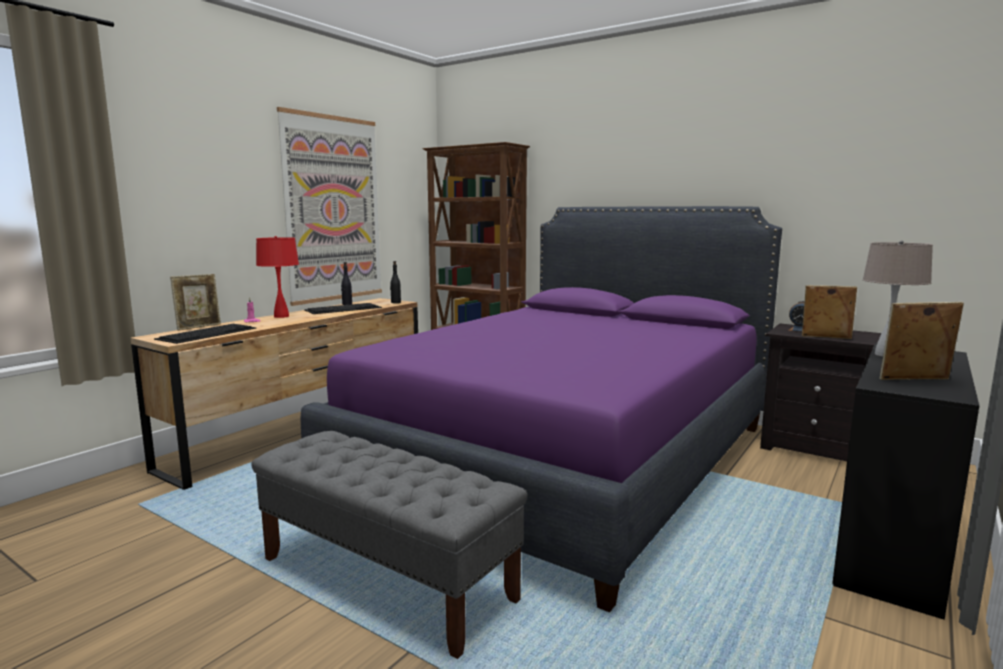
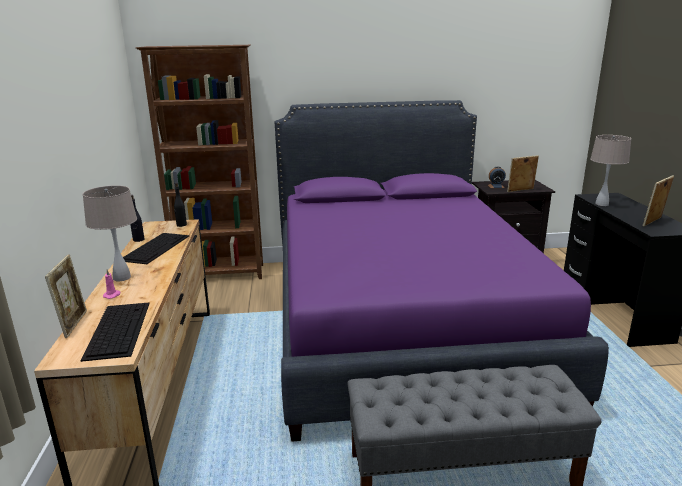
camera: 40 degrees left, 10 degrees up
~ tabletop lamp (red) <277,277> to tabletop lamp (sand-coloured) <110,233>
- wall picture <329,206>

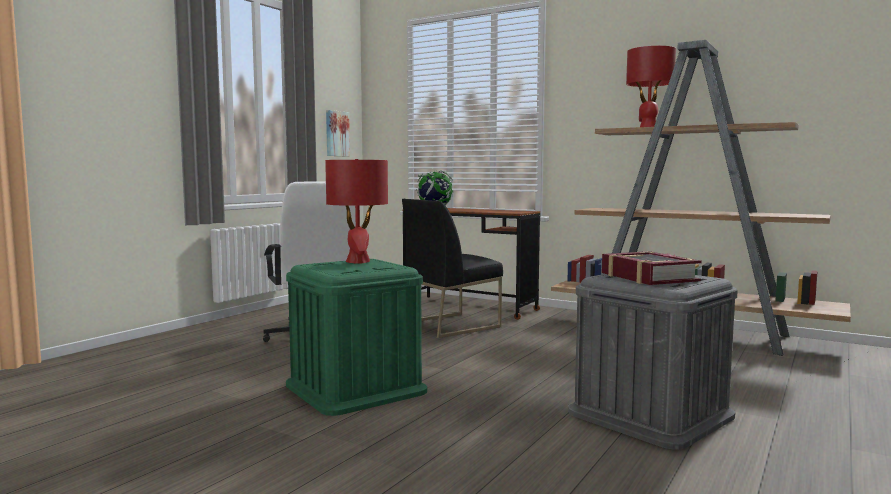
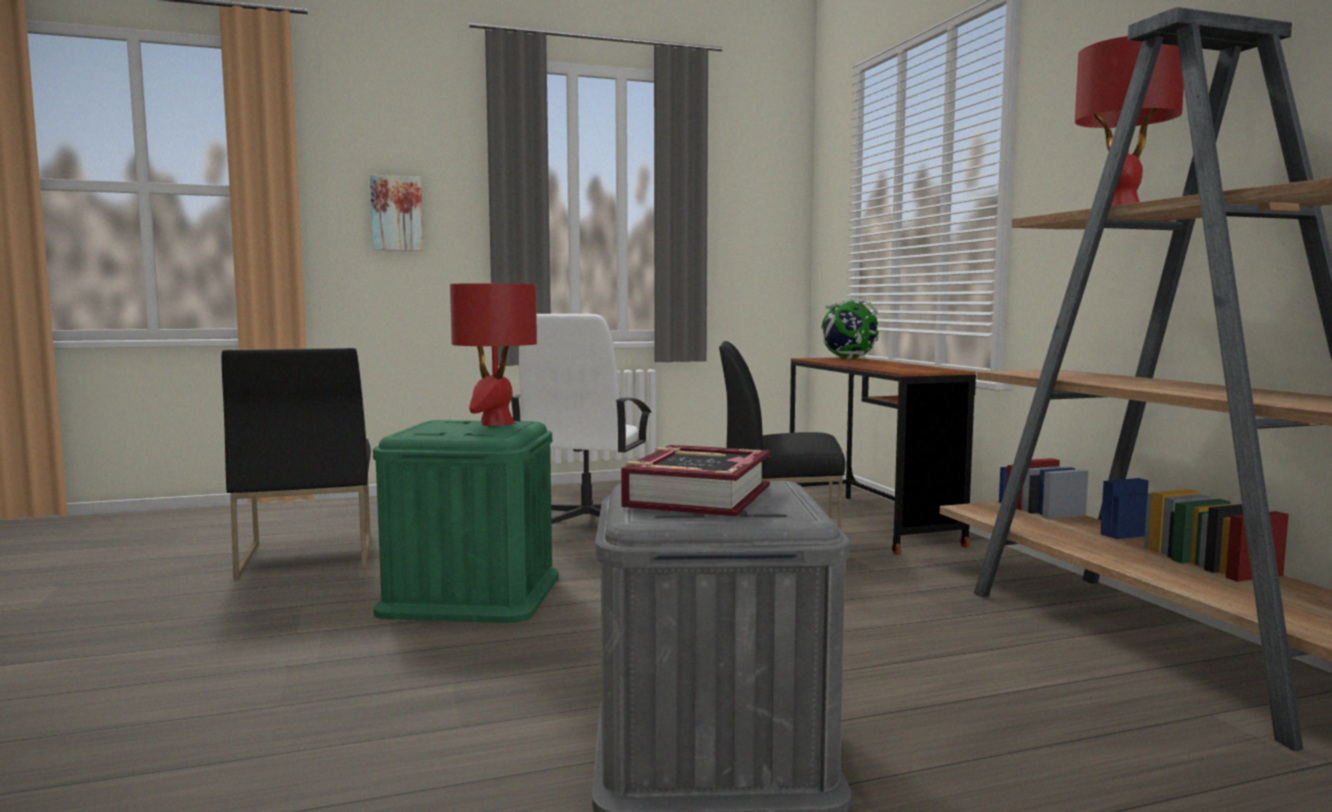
camera: 40 degrees right, 0 degrees up
+ chair (black-coloured) <296,464>
~ wall picture <338,133> to <396,213>

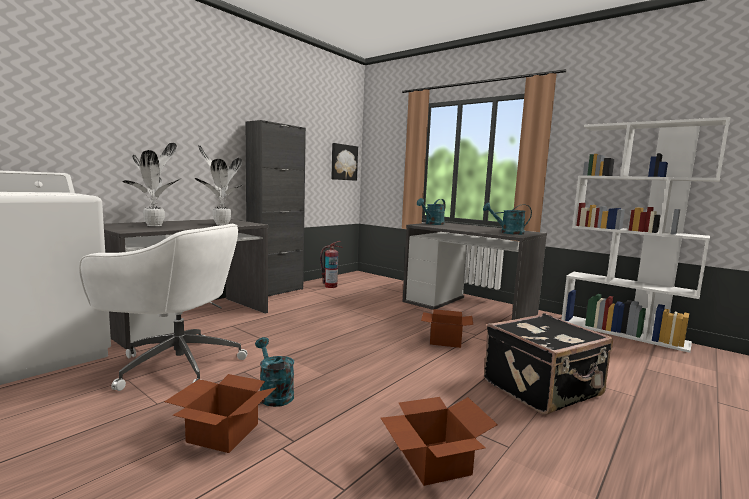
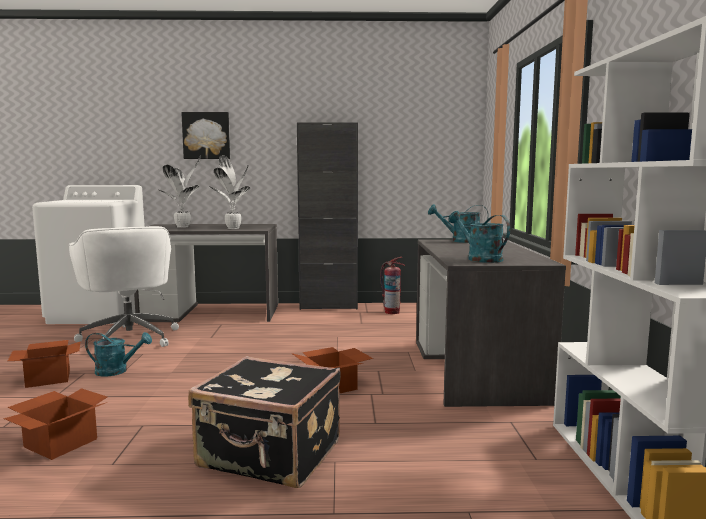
camera: 50 degrees right, 0 degrees up
~ watering pot (turquoise-coloured) <274,372> = <118,354> 75 degrees clockwise
~ wall picture <344,162> to <205,135>

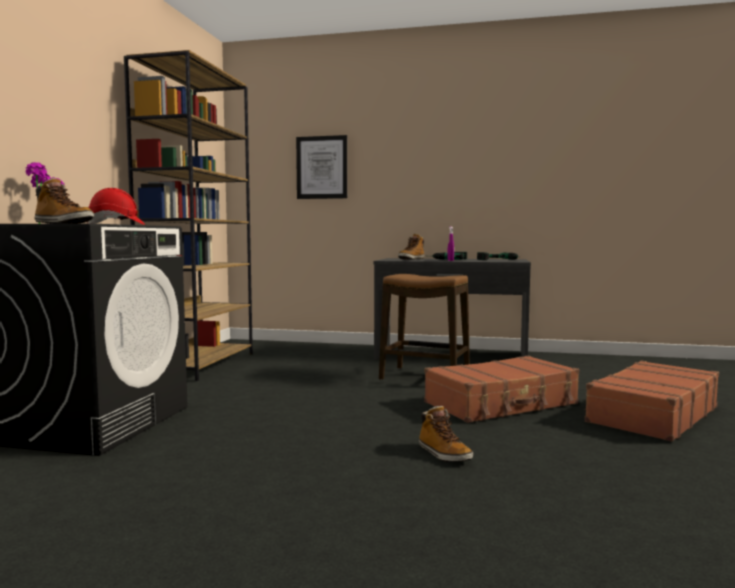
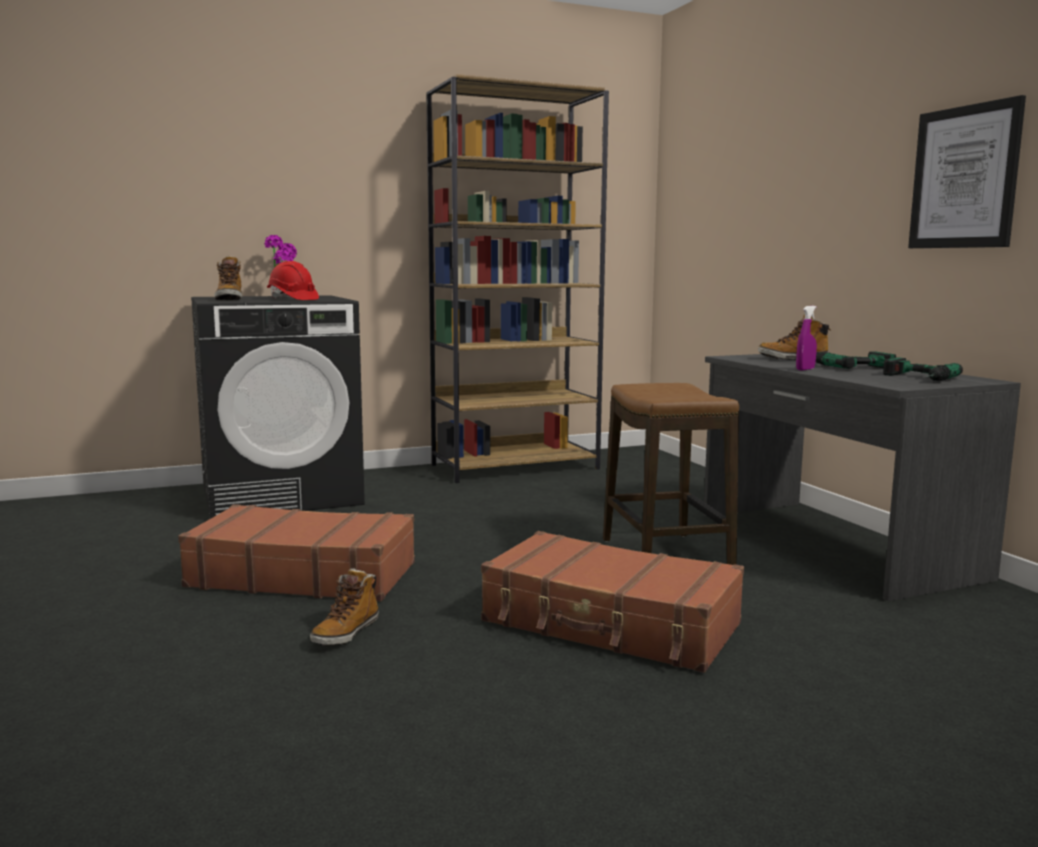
camera: 55 degrees right, 5 degrees up
~ piece of luggage (brownish) <651,401> to <296,552>
~ wall picture <321,167> to <967,171>

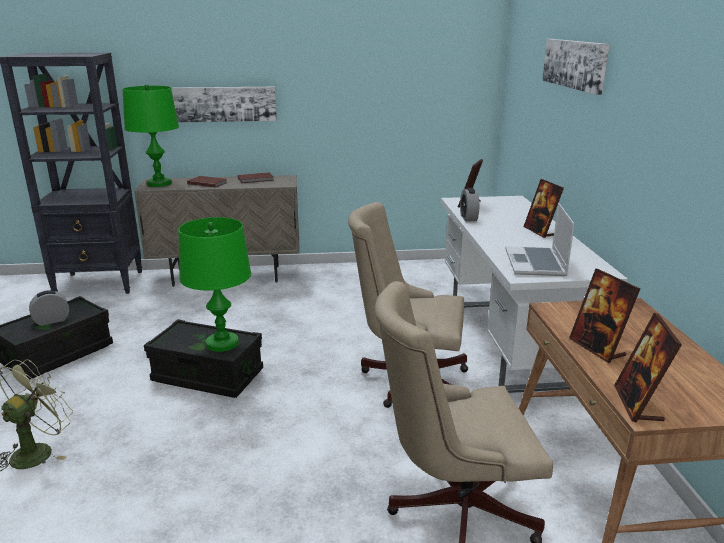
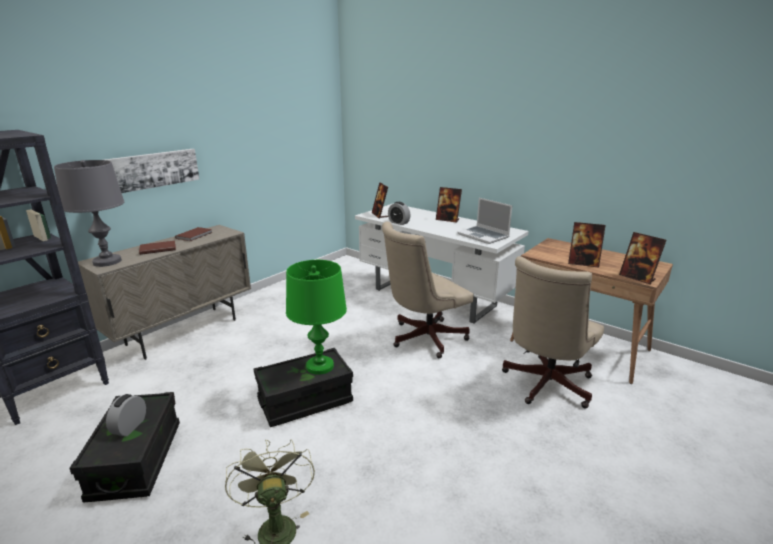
camera: 45 degrees left, 0 degrees up
~ tabletop lamp (greenish) <150,135> to tabletop lamp (greyish) <89,213>
- wall picture <576,67>

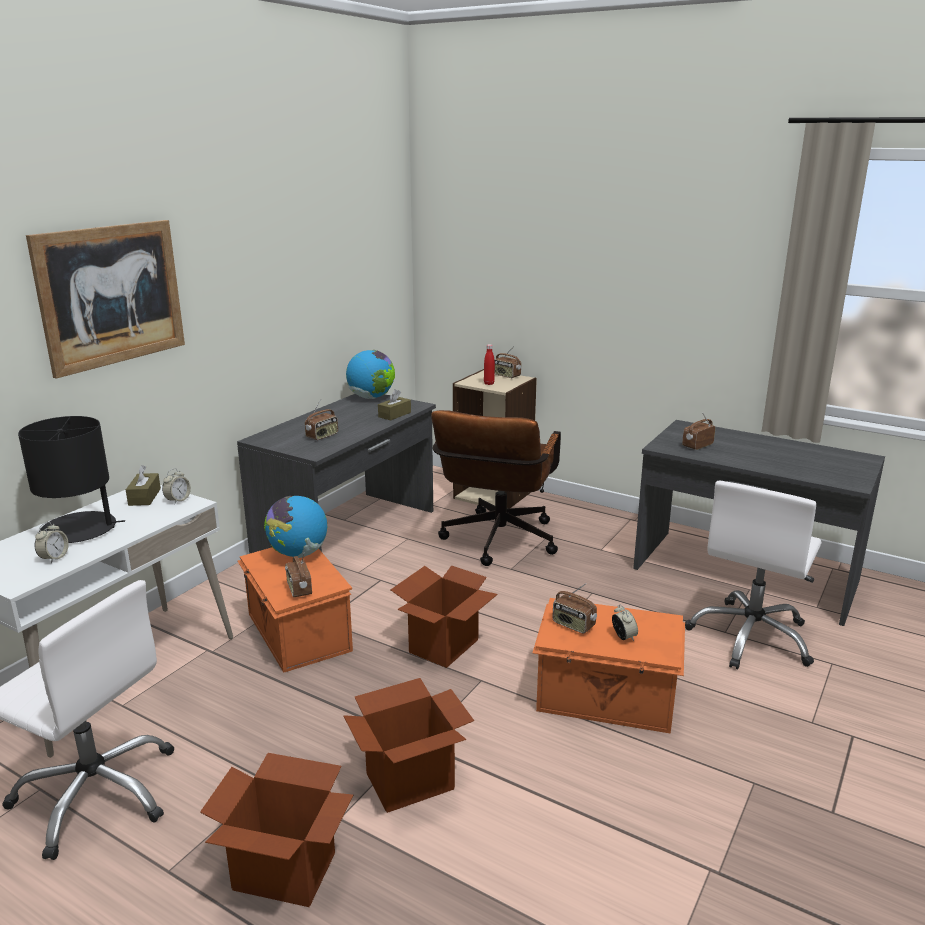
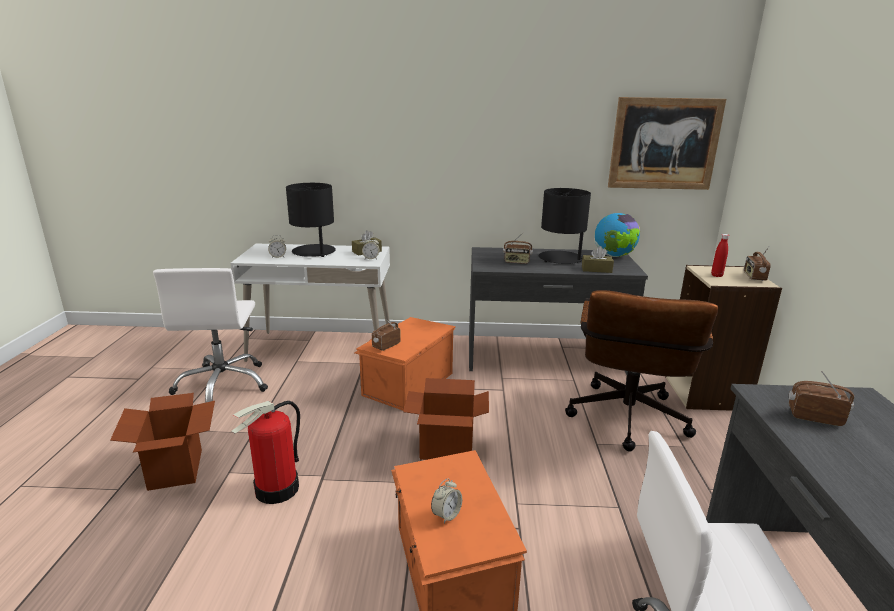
camera: 60 degrees right, 0 degrees up
~ packing box <408,745> to fire extinguisher <265,452>
+ tabletop lamp (black-coloured) <565,226>
~ office chair (brownish) <496,488> = <641,371> 60 degrees counterclockwise
~ wall picture <105,299> to <667,143>
- desk globe <295,527>
- radio set <575,608>

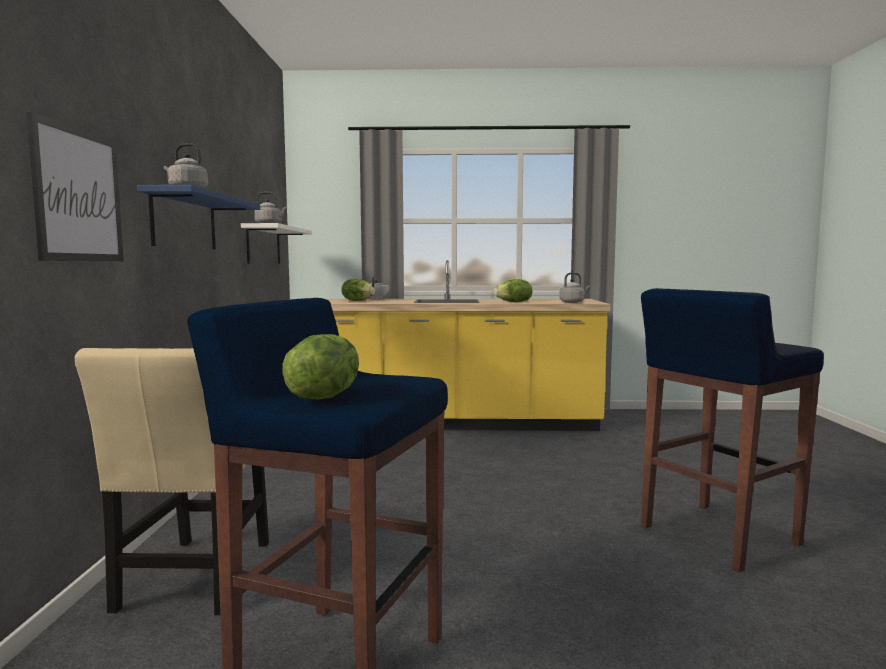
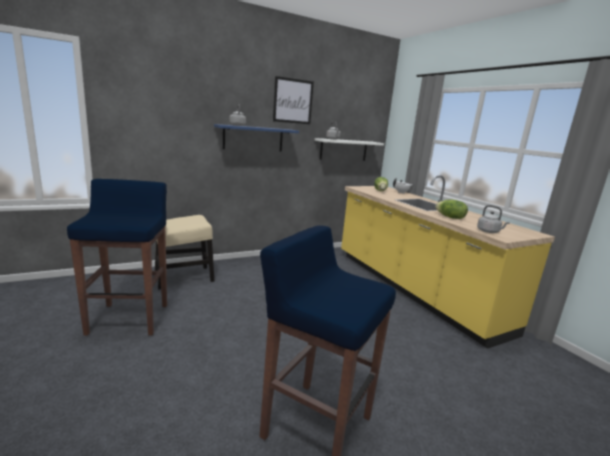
camera: 60 degrees right, 10 degrees up
~ wall picture <75,186> to <293,100>
- lettuce <321,367>

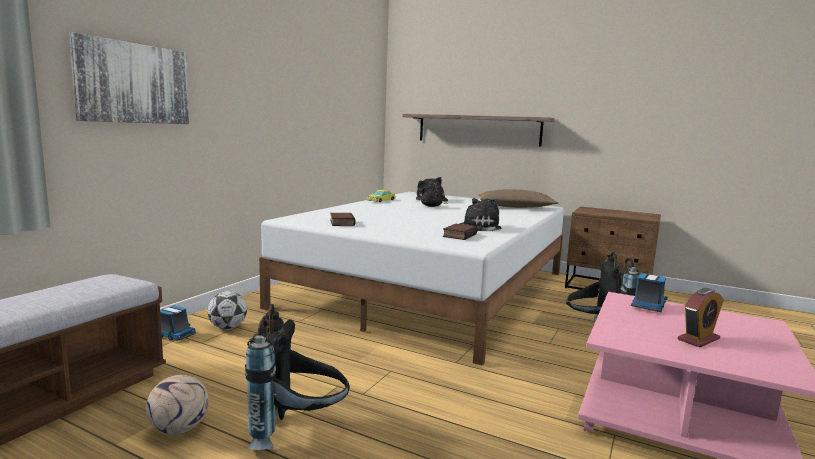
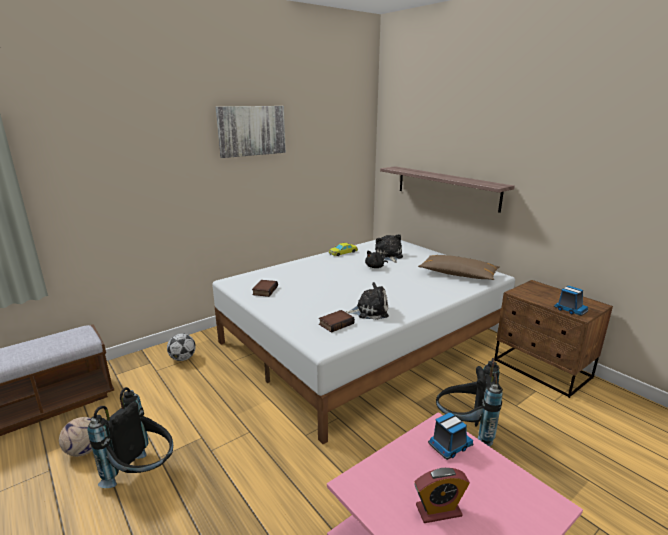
camera: 25 degrees right, 10 degrees up
~ wall picture <129,78> to <251,132>
~ toy lorry <178,323> to <571,301>

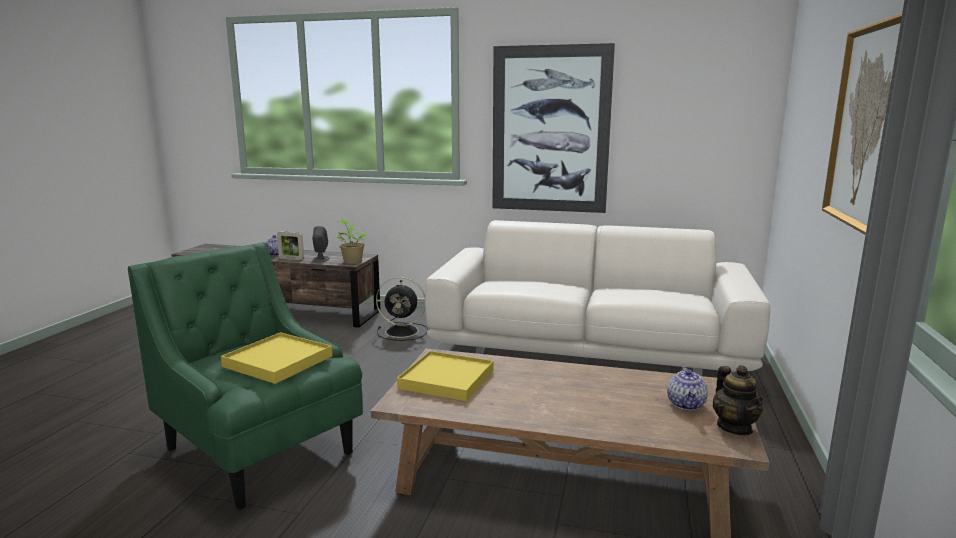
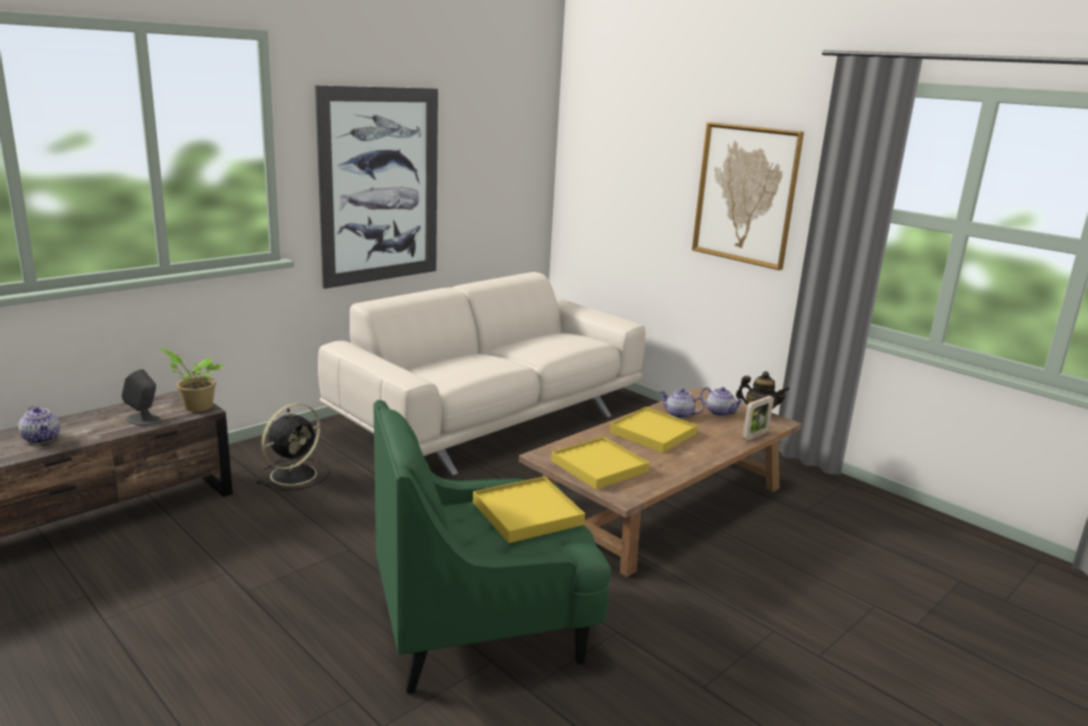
camera: 60 degrees left, 5 degrees up
+ serving tray (yellow) <654,430>
+ pot for tea <682,403>
~ photo frame <290,245> to <758,418>

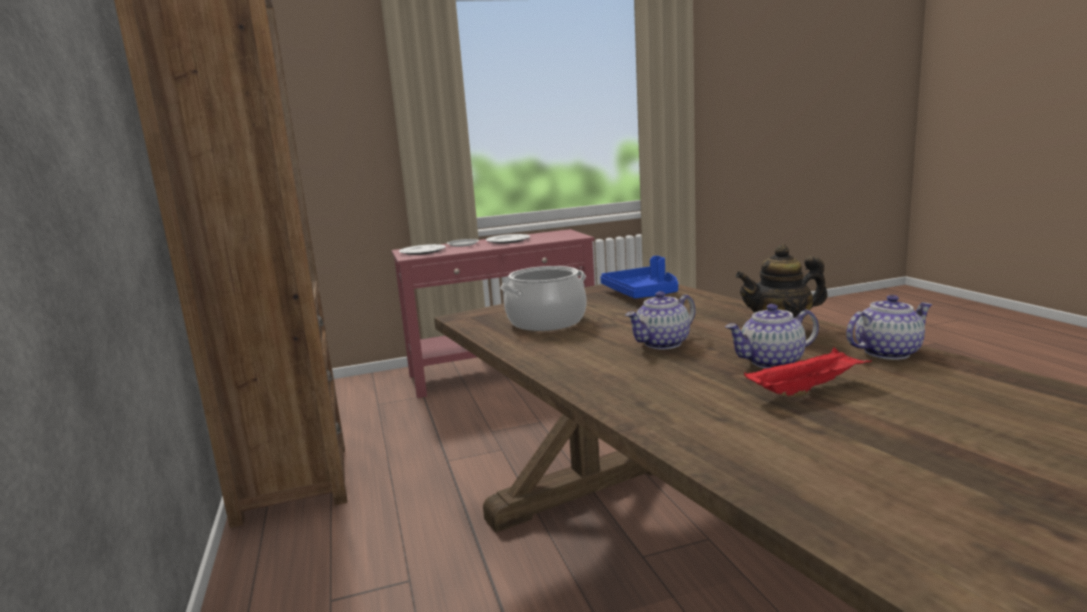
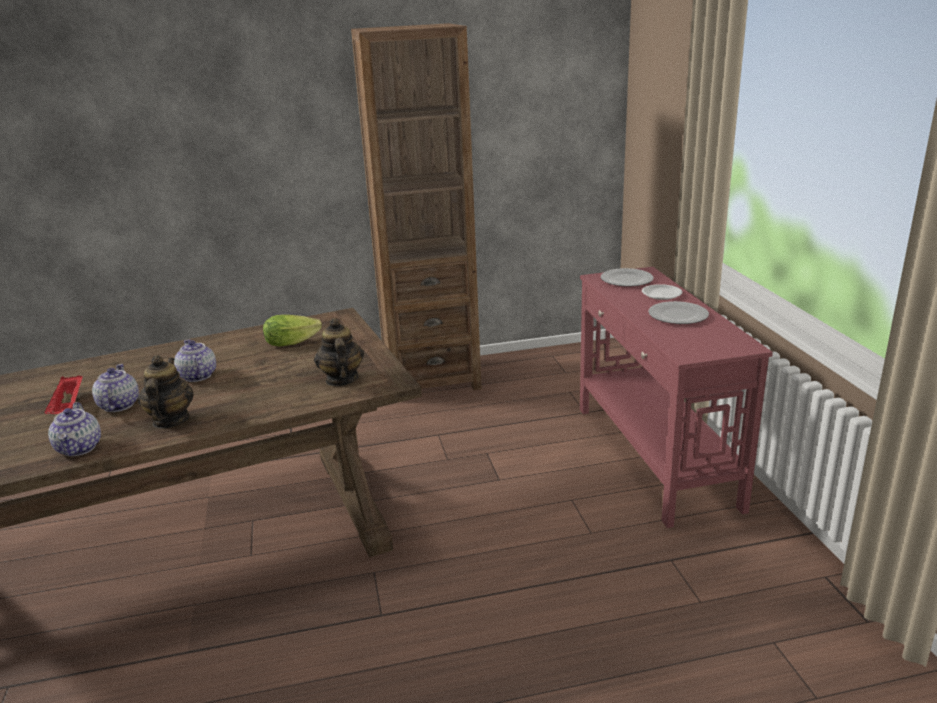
camera: 95 degrees right, 10 degrees up
~ saucepot <543,298> to lettuce <292,330>
~ serving tray (bluish) <639,277> to pot for tea <339,352>

